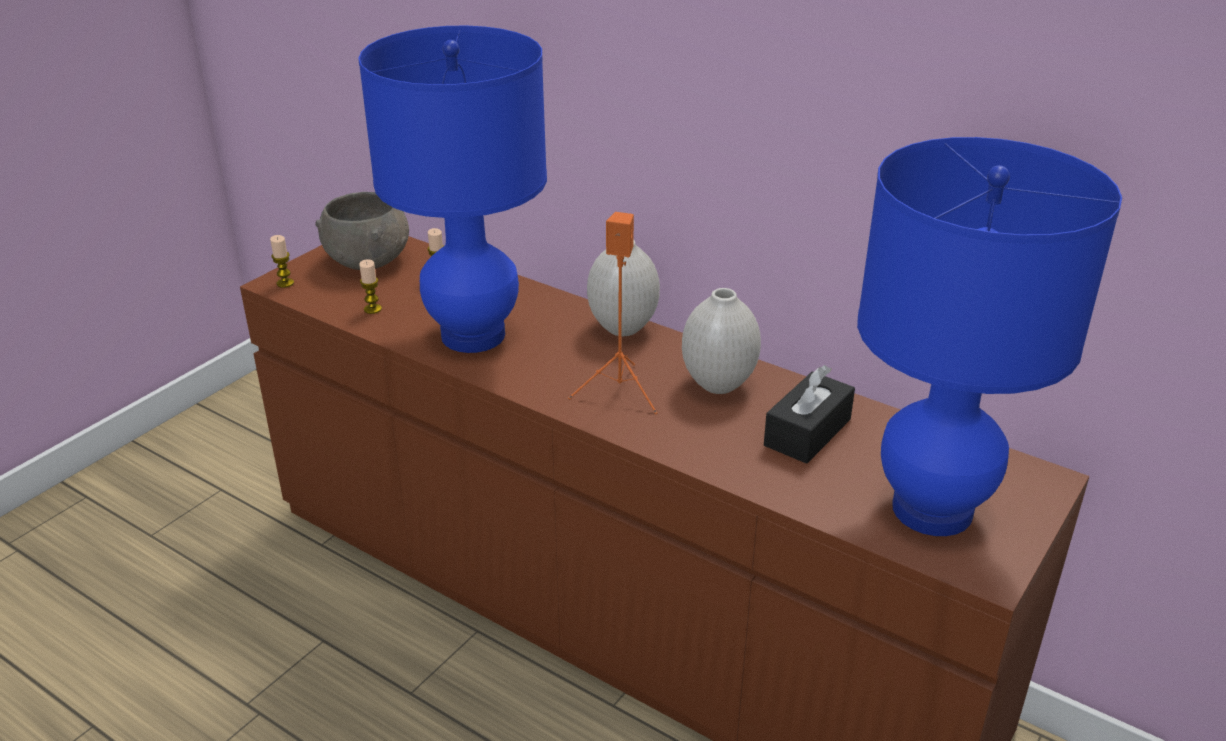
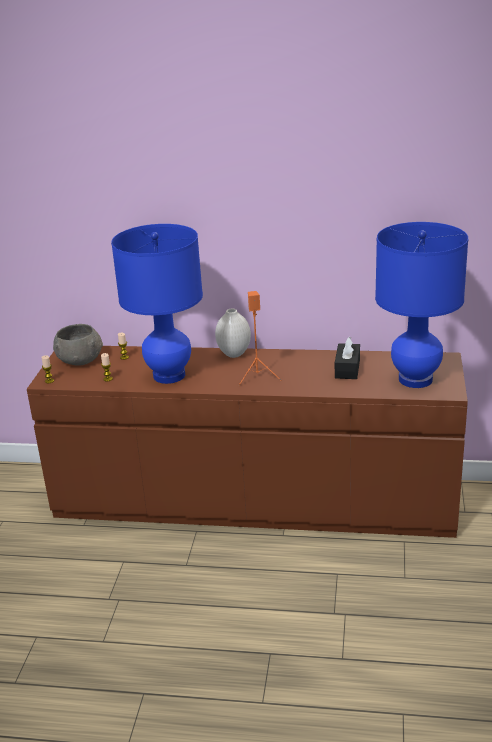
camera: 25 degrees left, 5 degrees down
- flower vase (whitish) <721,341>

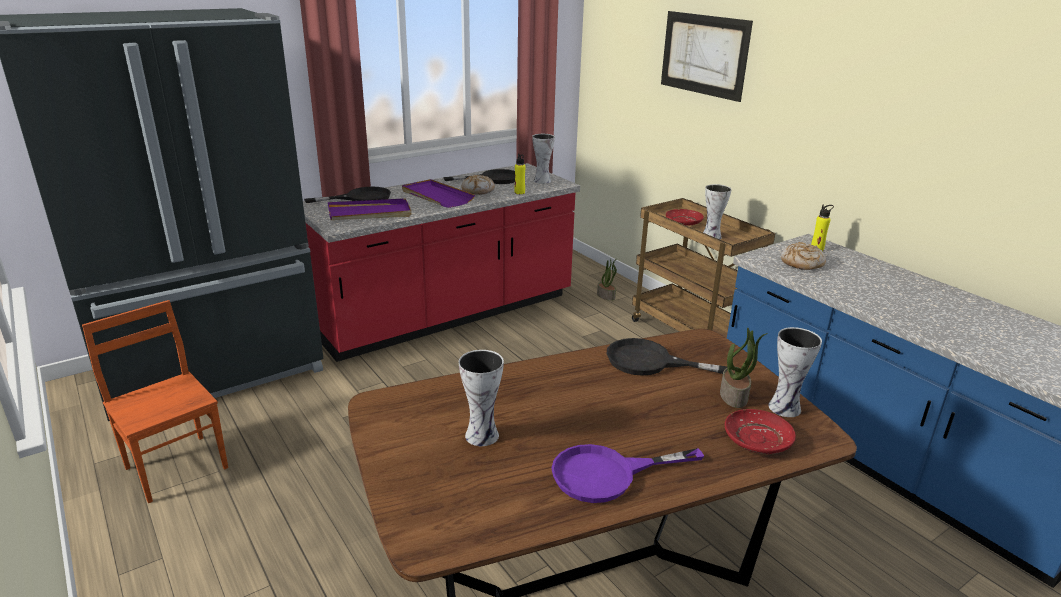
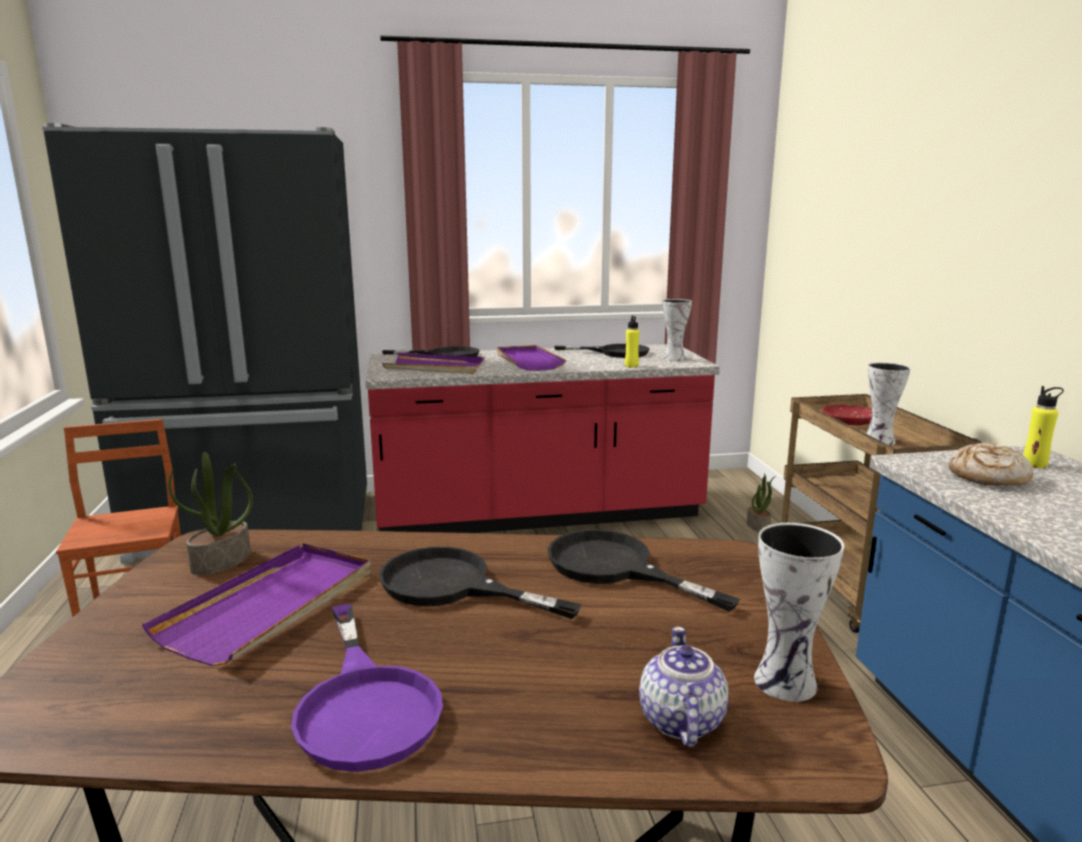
camera: 25 degrees right, 10 degrees down
~ flower vase <481,398> to serving tray (purplish) <256,604>
~ houseplant <744,368> to <210,514>
~ frying pan (purplish) <627,473> = <367,688> 120 degrees counterclockwise
+ frying pan (black-coloured) <480,583>
~ flat dish (red) <760,431> to pot for tea <683,687>
- bread <478,185>
- wall picture <707,56>

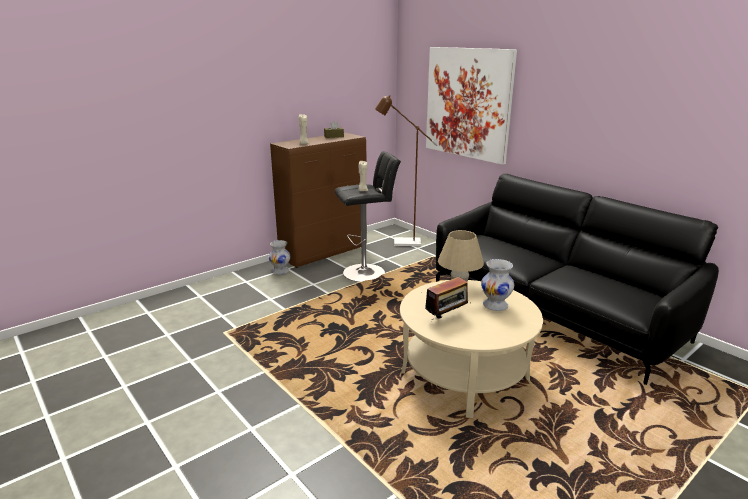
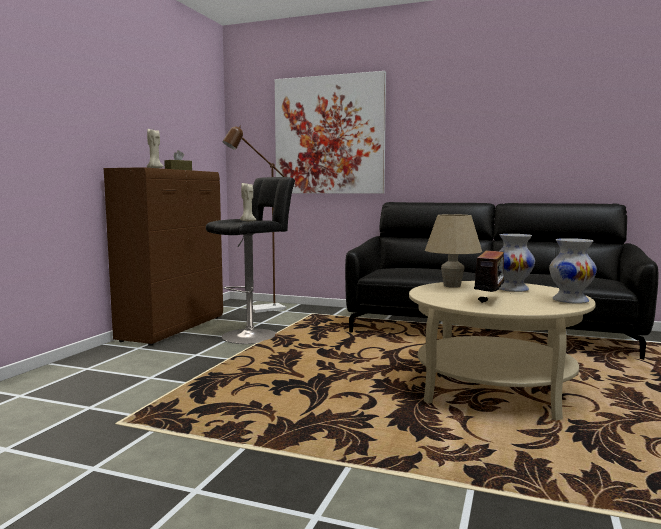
camera: 30 degrees left, 15 degrees down
~ flower vase (whitish) <279,257> to <573,271>

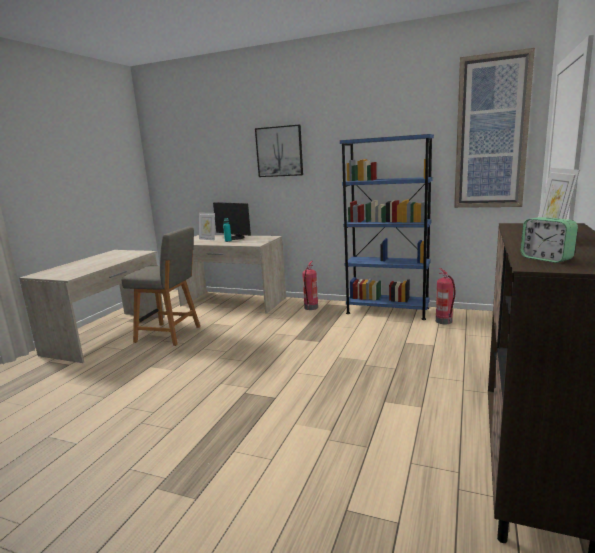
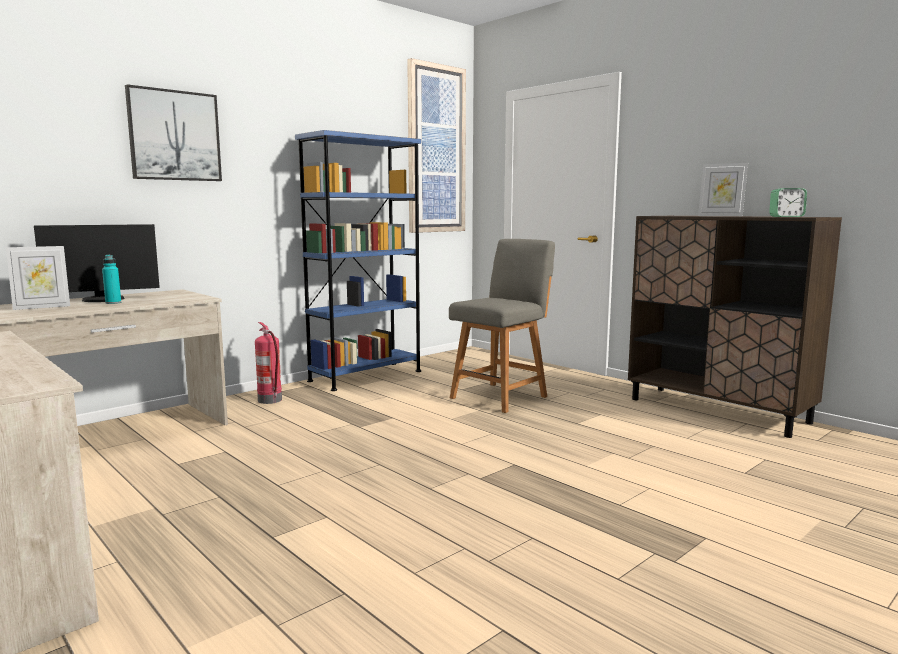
camera: 65 degrees left, 5 degrees down
~ chair (greyish) <161,286> to <502,326>
- fire extinguisher <445,296>

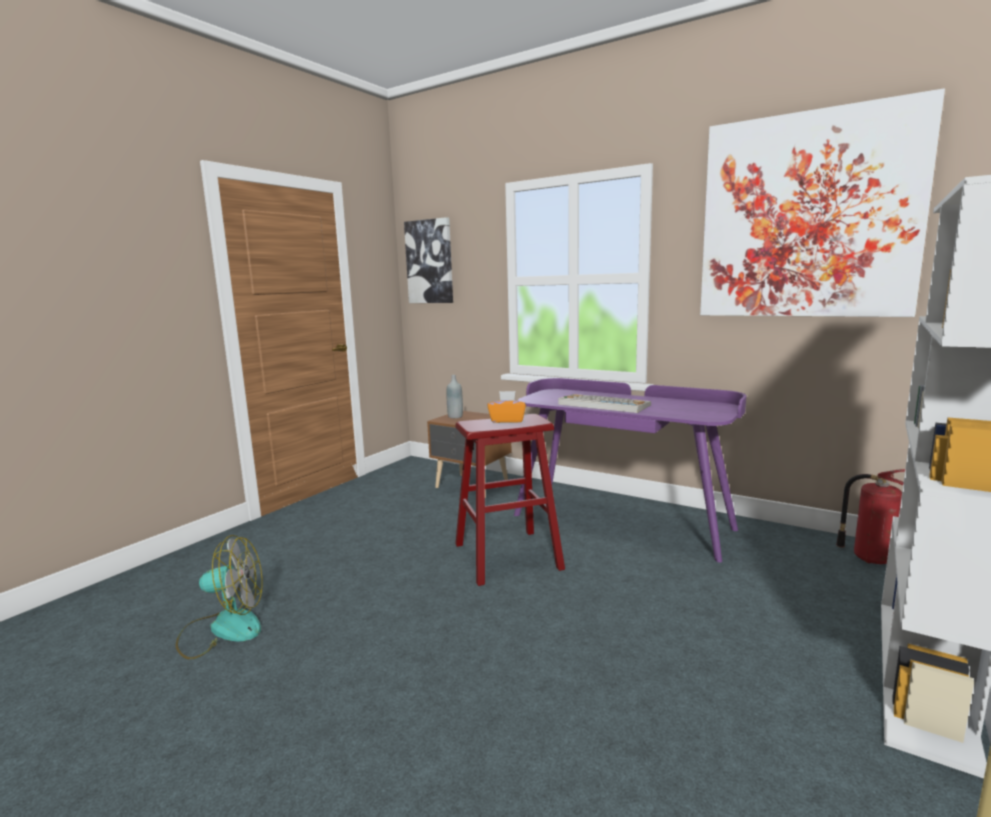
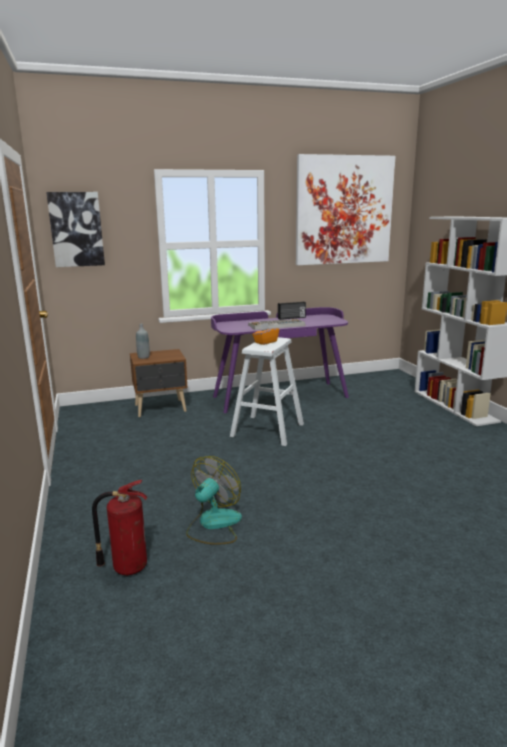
camera: 50 degrees left, 5 degrees up
~ fire extinguisher <870,516> to <120,528>
~ sitting stool (red) <510,500> to sitting stool (whitish) <267,391>
+ radio set <292,310>

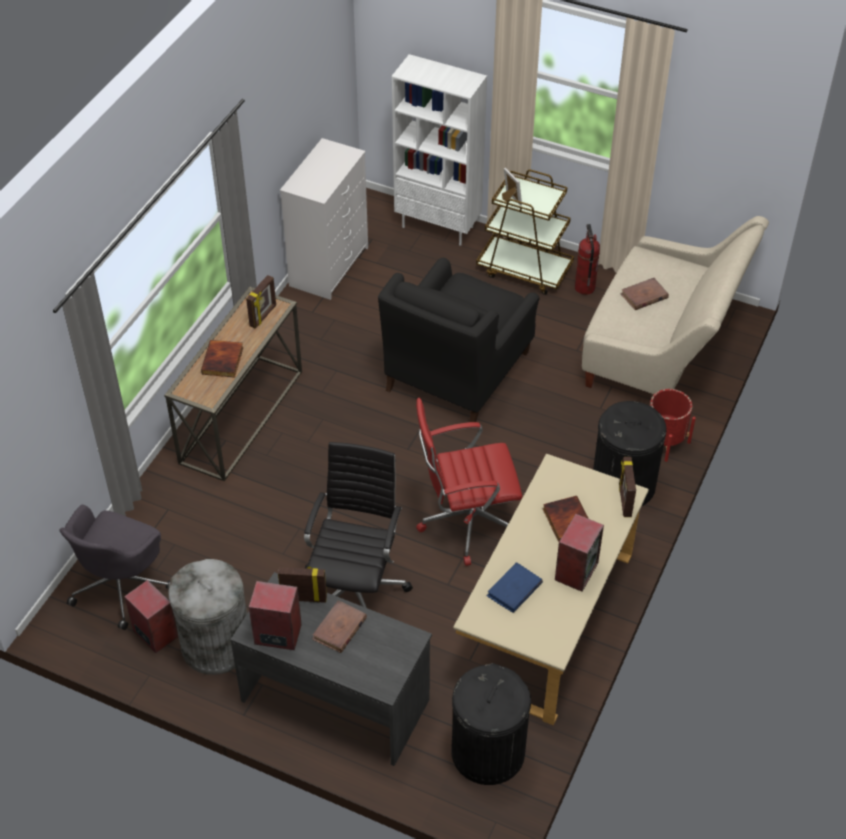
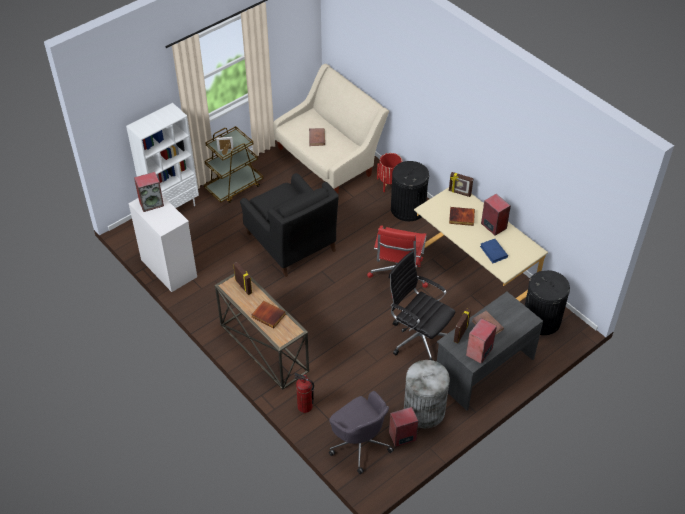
camera: 65 degrees left, 0 degrees up
+ speaker <149,192>
~ fire extinguisher <587,259> to <304,393>

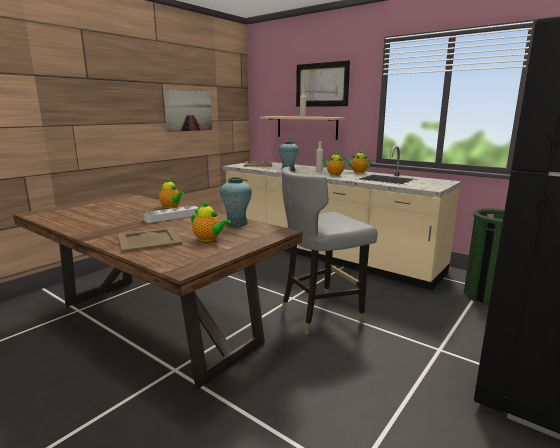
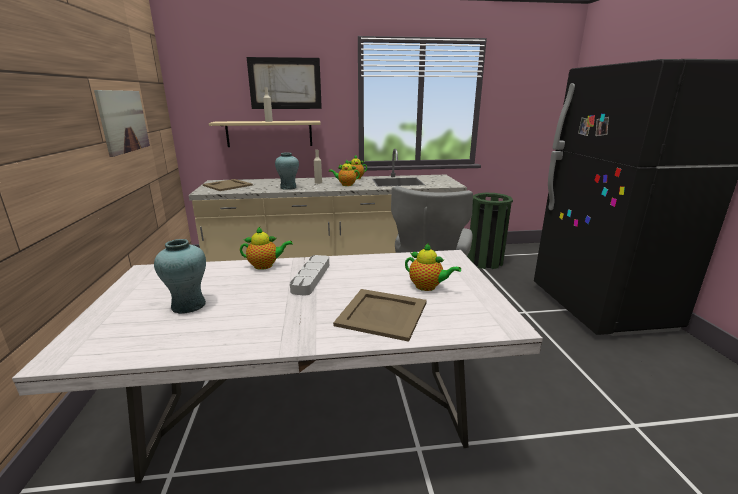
camera: 45 degrees left, 5 degrees up
~ dinner table (brownish) <157,291> to dinner table (whitish) <277,366>
~ flower vase (turquoise-coloured) <236,202> to <180,276>
~ pot for tea <211,221> = <433,267> 45 degrees clockwise

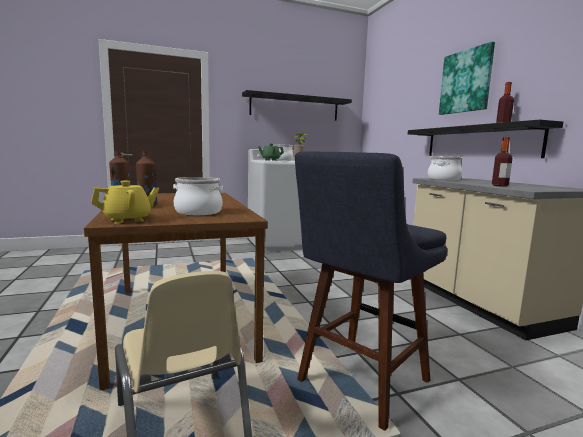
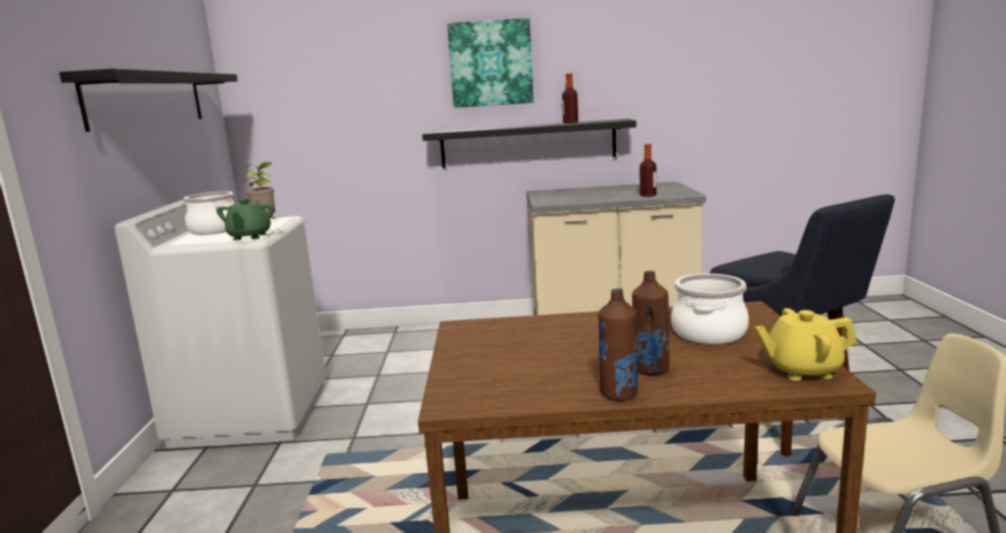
camera: 70 degrees left, 5 degrees up
~ pot for tea (yellow) <125,202> = <805,344> 75 degrees counterclockwise
- saucepot <444,168>

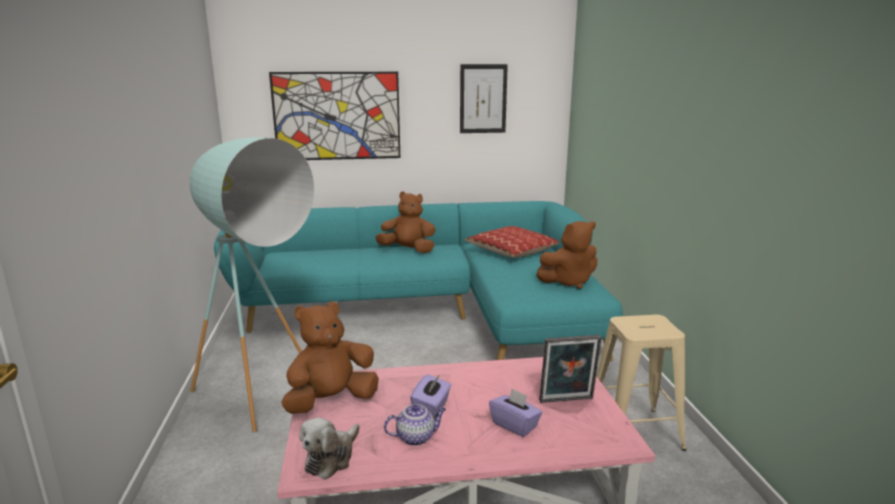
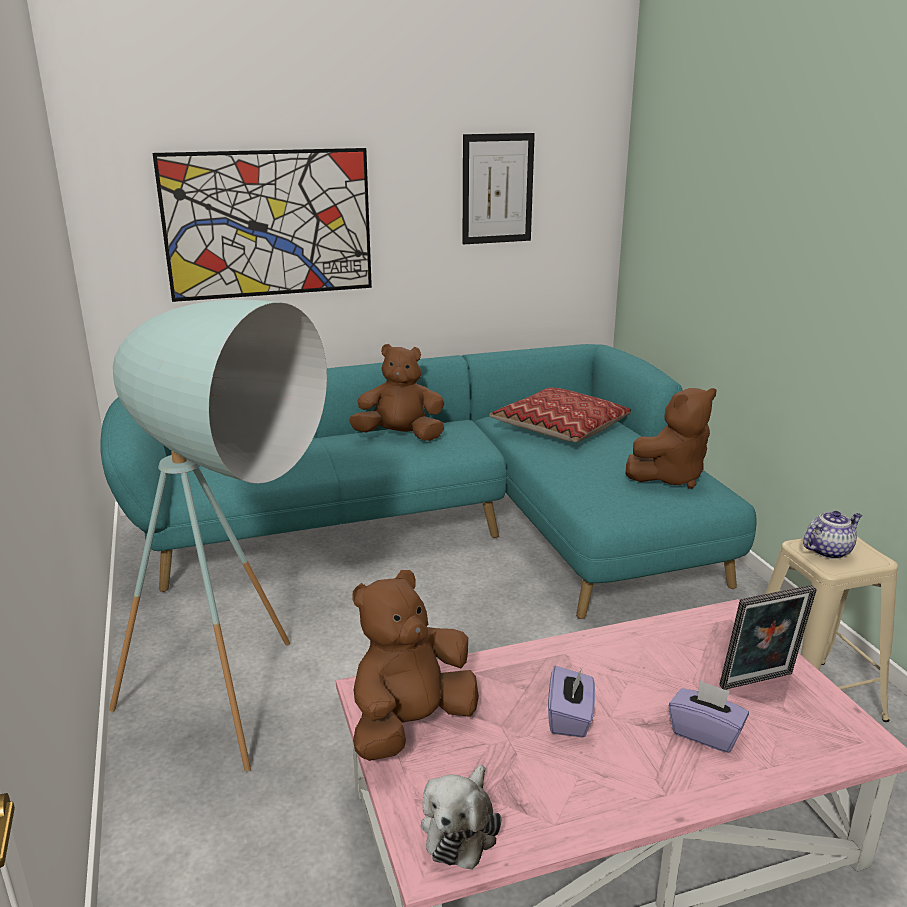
camera: 10 degrees left, 5 degrees up
~ pot for tea <415,425> to <832,535>

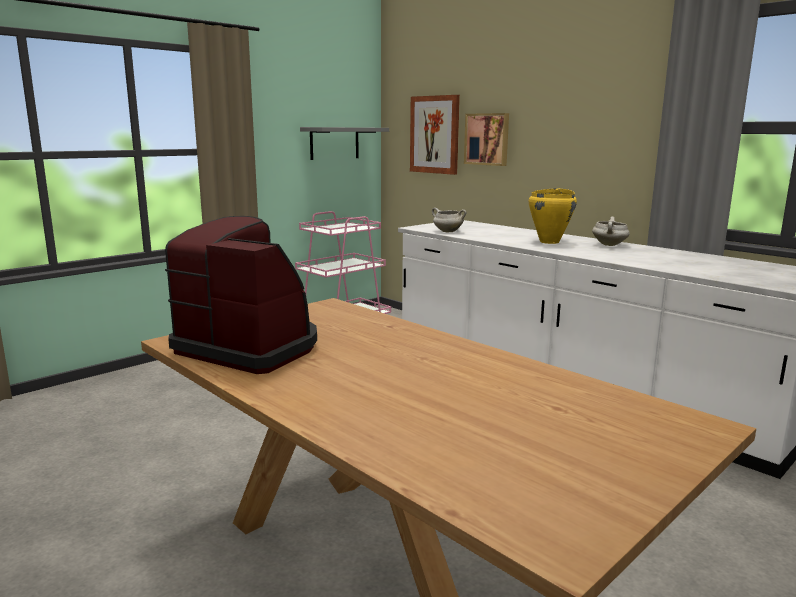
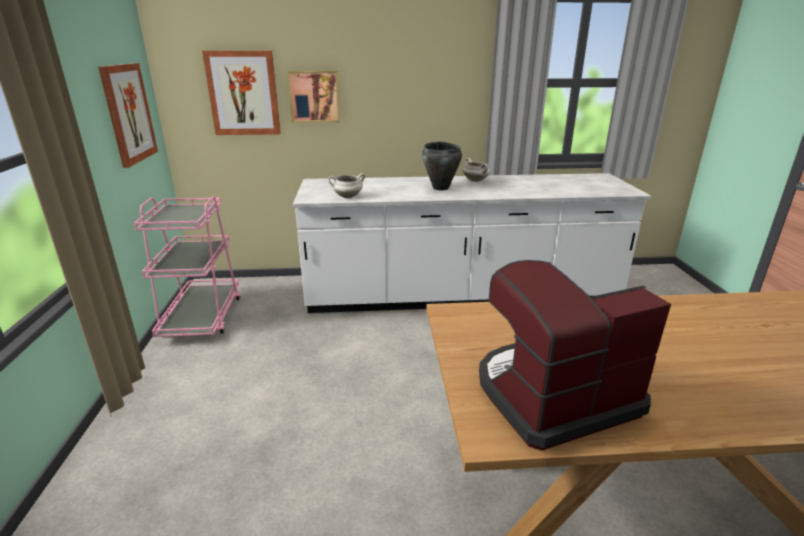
camera: 50 degrees left, 10 degrees up
~ wall shelf (greyish) <344,143> to wall picture <128,115>
~ saucepot (yellow) <553,216> to saucepot (black-coloured) <442,166>

